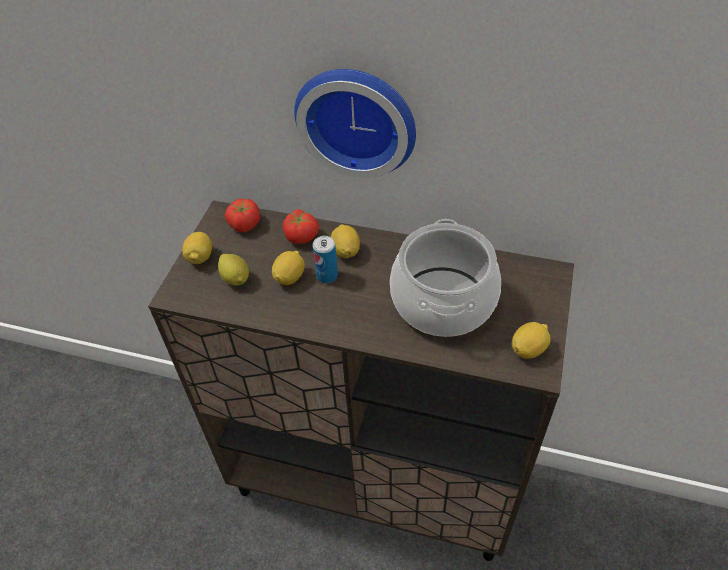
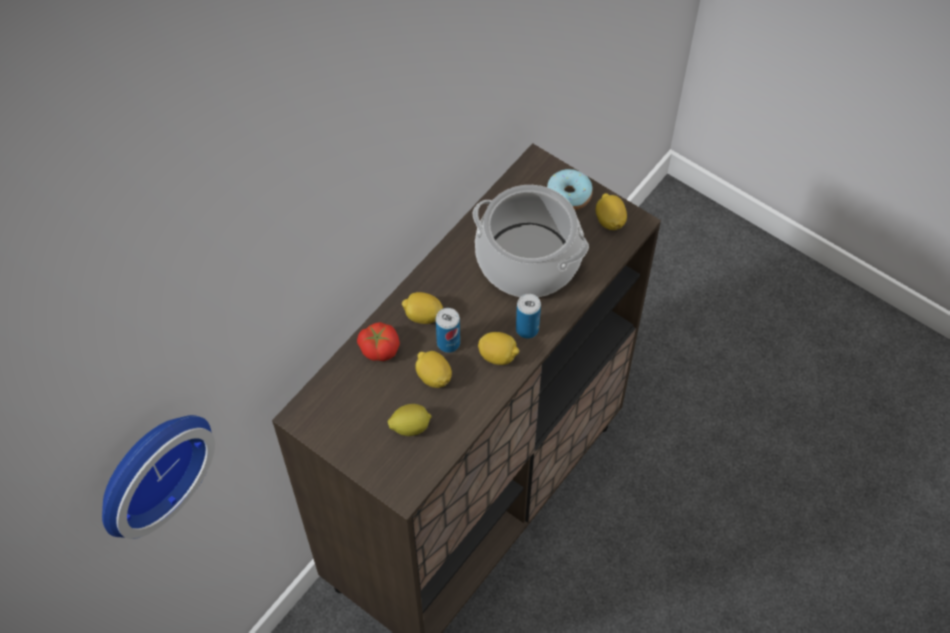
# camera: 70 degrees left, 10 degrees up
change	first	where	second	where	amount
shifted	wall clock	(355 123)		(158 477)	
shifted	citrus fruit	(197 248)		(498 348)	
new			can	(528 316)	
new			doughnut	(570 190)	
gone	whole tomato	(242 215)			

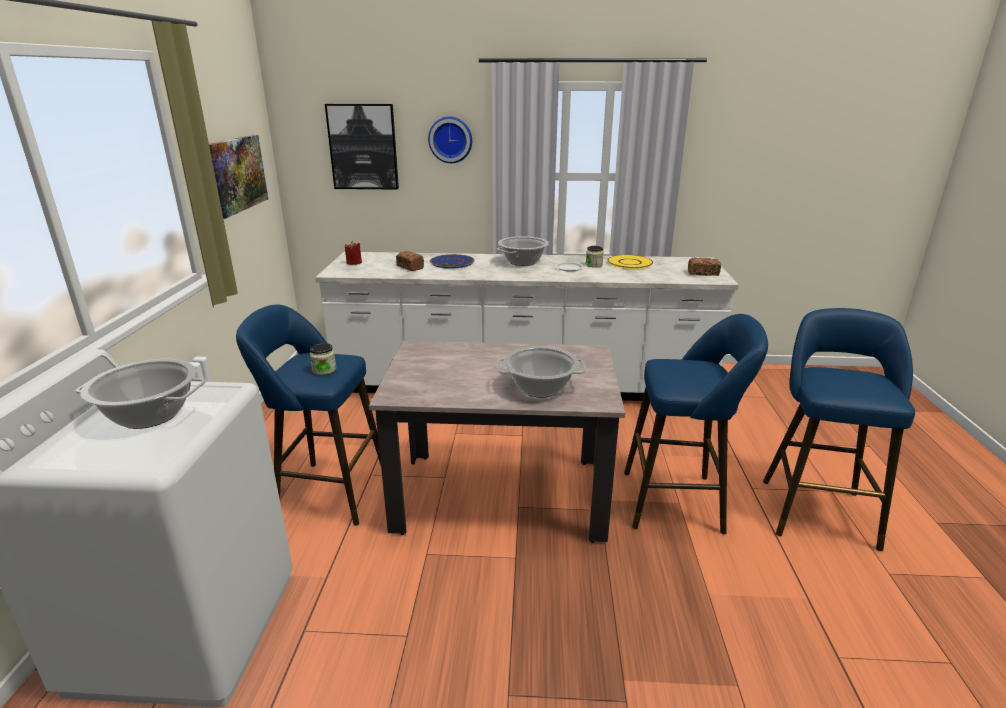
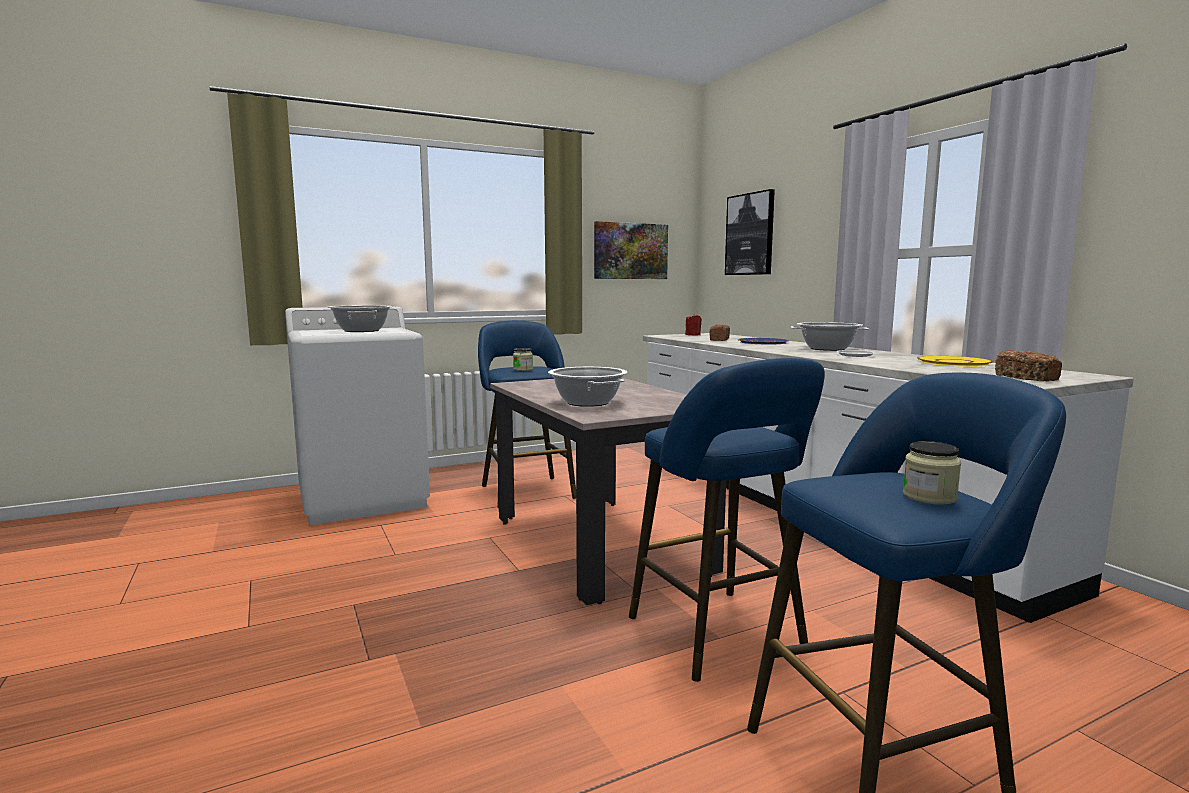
# camera: 60 degrees right, 15 degrees down
change	first	where	second	where	amount
shifted	preserve jar	(595 257)		(932 473)	
gone	wall clock	(450 140)			

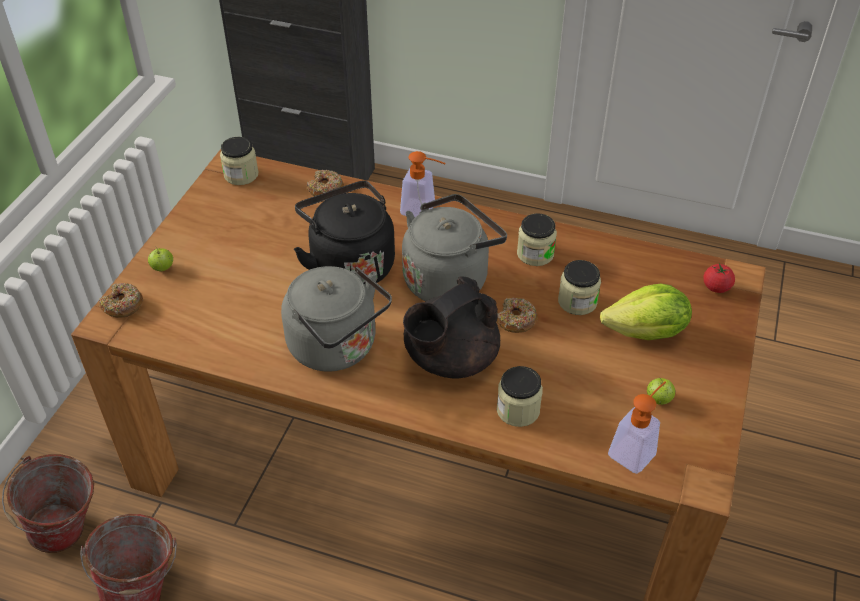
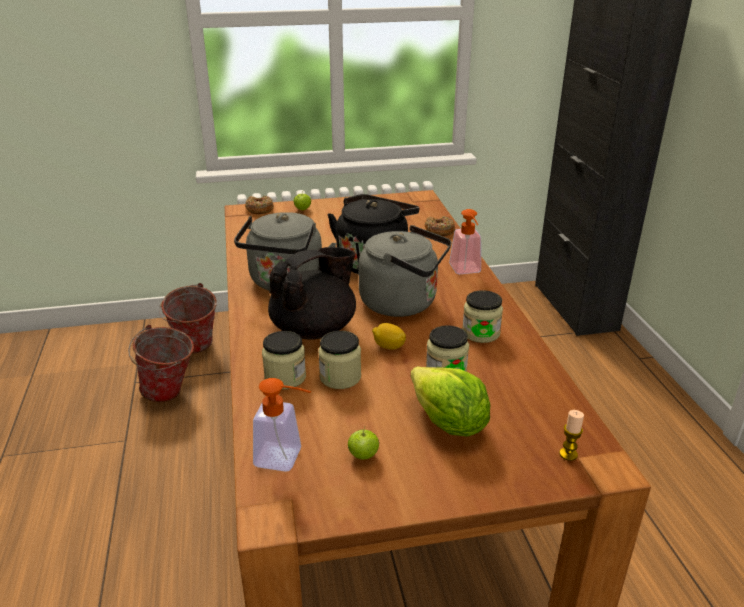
# camera: 60 degrees right, 15 degrees down
change	first	where	second	where	amount
rotated	black pot for tea	(451 327)		(312 293)	120 degrees clockwise
shifted	preserve jar	(239 161)		(339 360)	
swapped	doughnut	(517 315)	citrus fruit	(389 336)	
swapped	whole tomato	(719 278)	wax light	(572 435)	

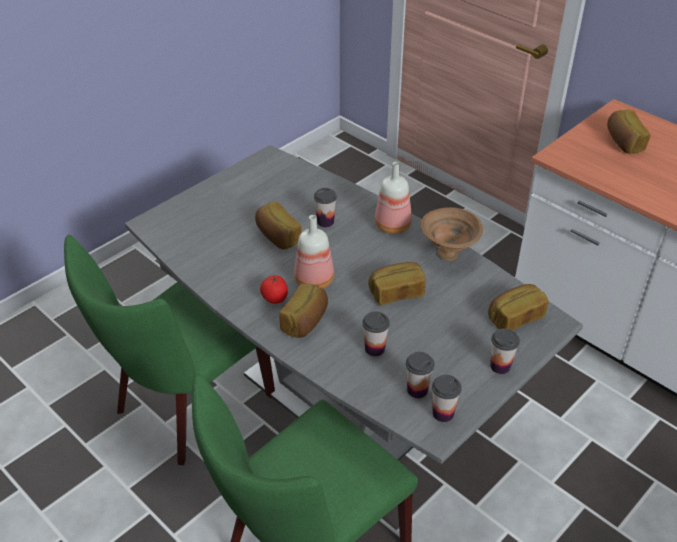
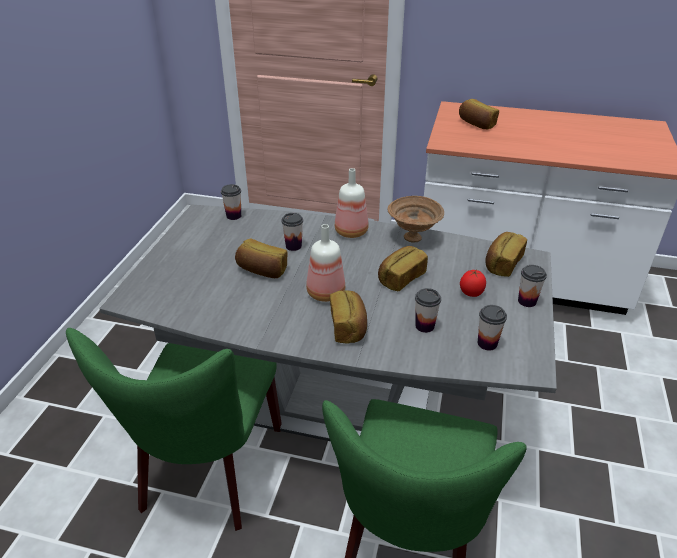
# camera: 30 degrees left, 5 degrees down
change	first	where	second	where	amount
shifted	drinking cup	(447 398)		(231 202)	
shifted	whole tomato	(274 289)		(473 283)	

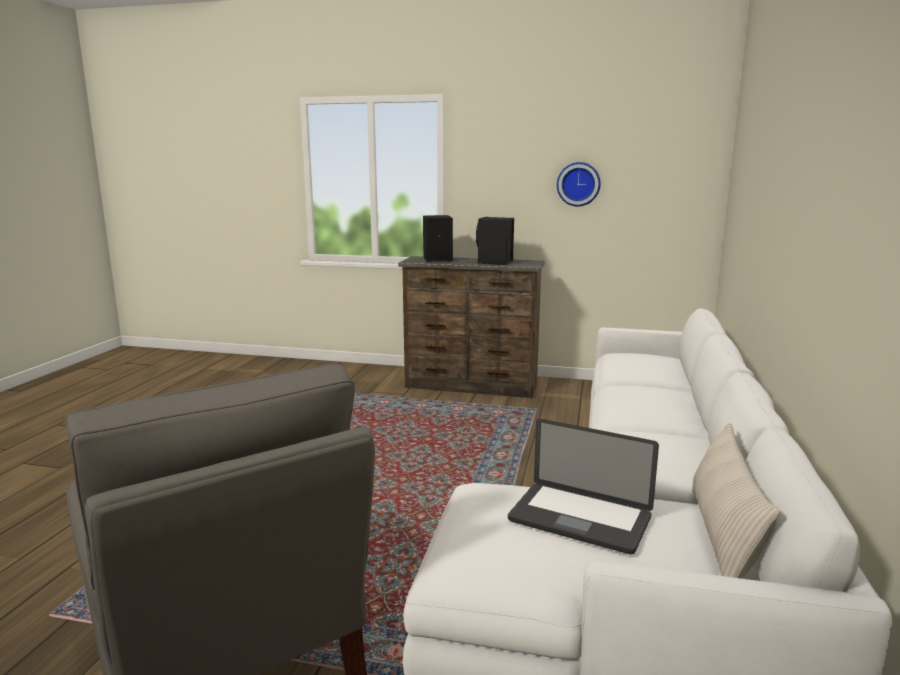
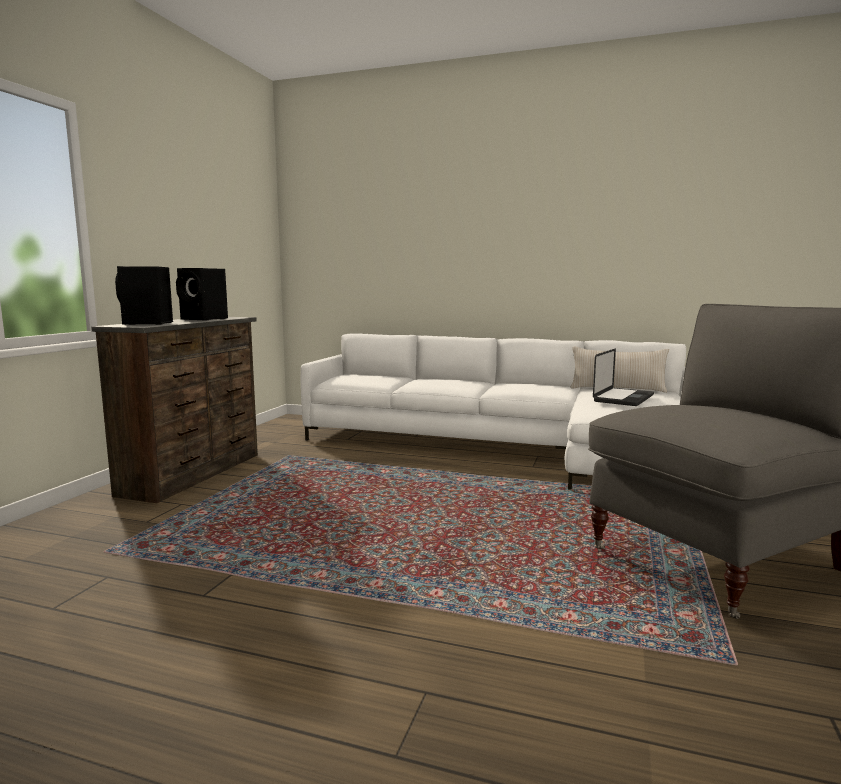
# camera: 85 degrees left, 5 degrees down
change	first	where	second	where	amount
gone	wall clock	(579 184)			

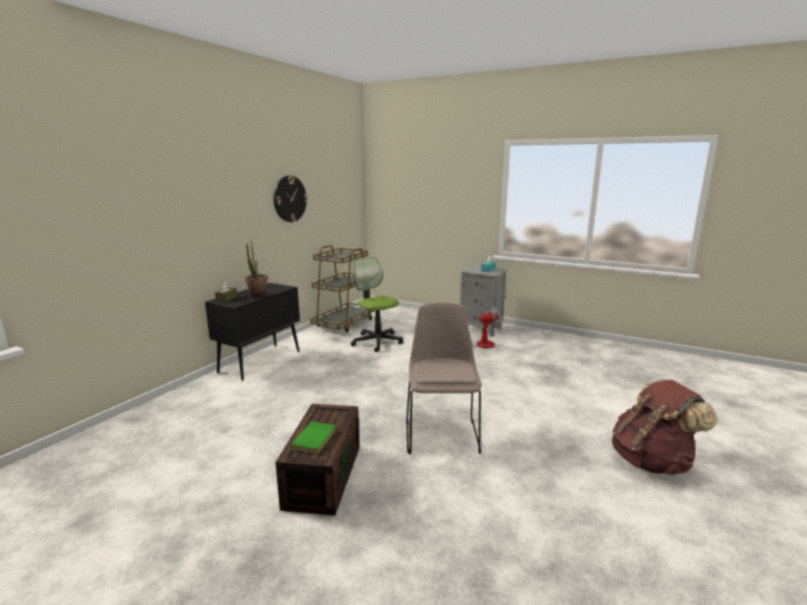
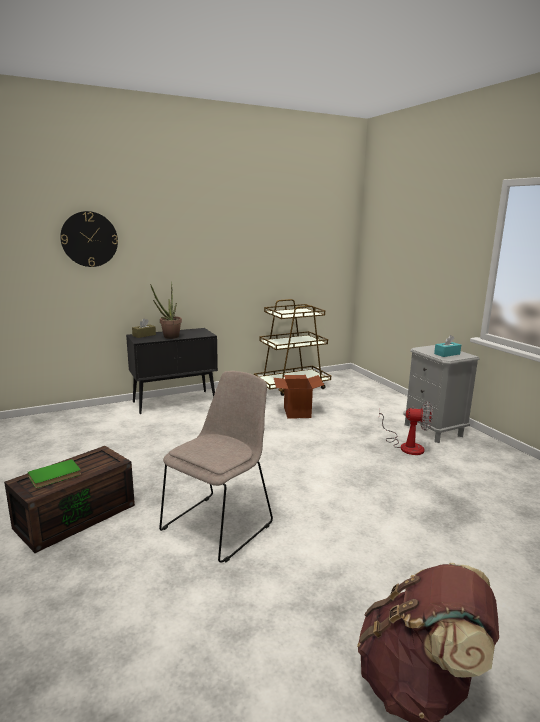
# camera: 35 degrees right, 0 degrees up
change	first	where	second	where	amount
shifted	wall clock	(291 199)		(89 239)	
swapped	computer chair	(377 304)	cardboard box	(299 397)	

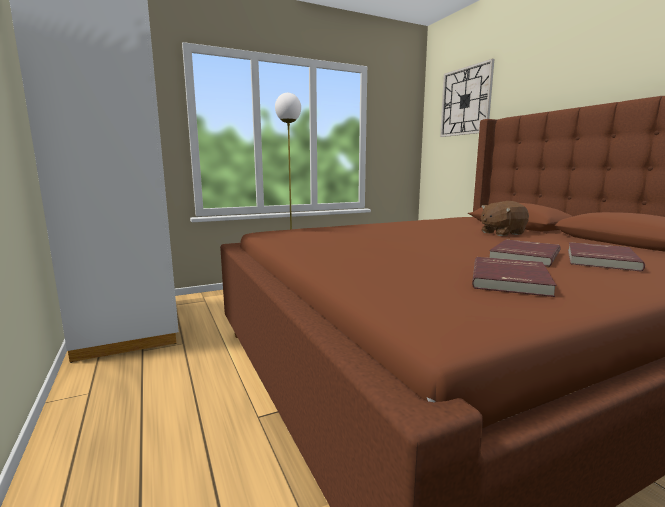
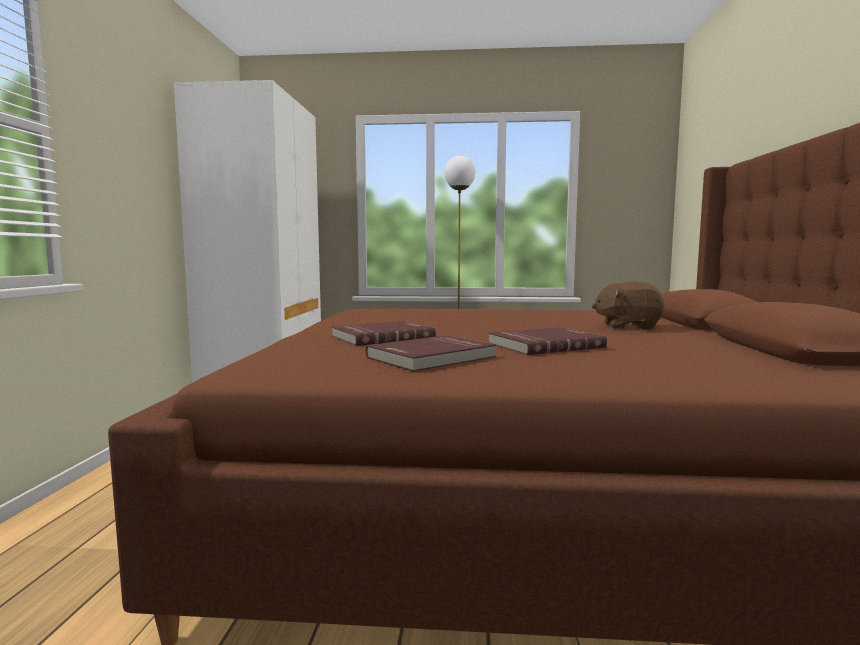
# camera: 30 degrees right, 5 degrees down
change	first	where	second	where	amount
shifted	red-coloured volume	(606 257)		(384 333)	
gone	wall clock	(467 98)			

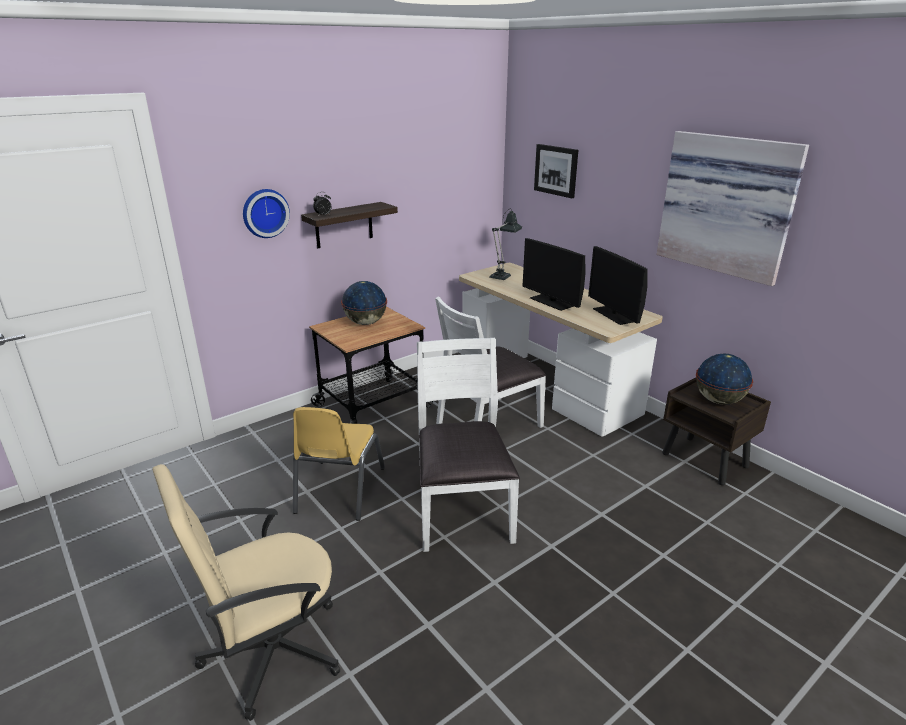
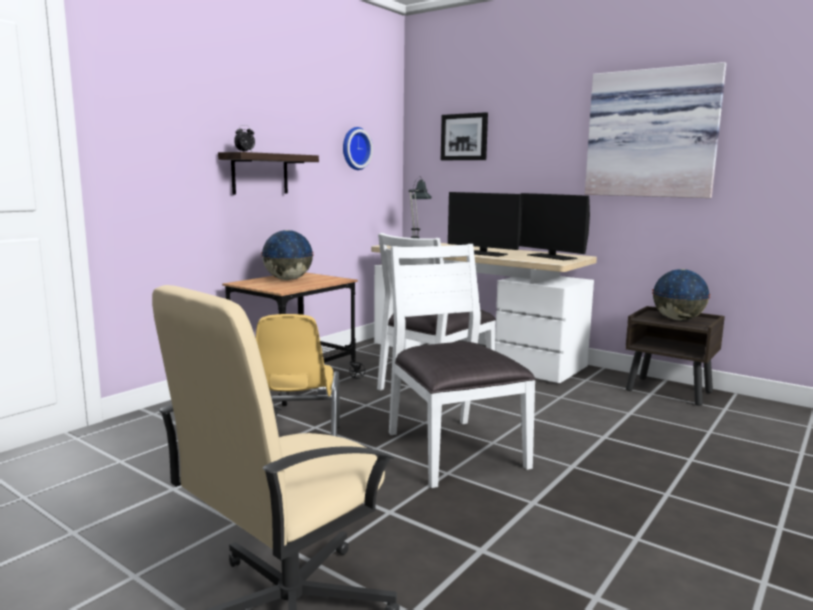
# camera: 15 degrees left, 15 degrees down
change	first	where	second	where	amount
shifted	wall clock	(266 213)		(358 148)	

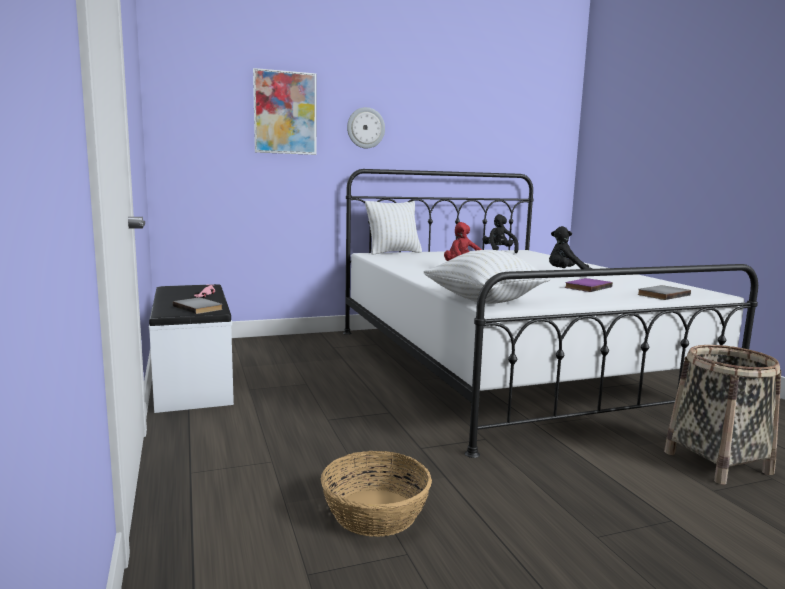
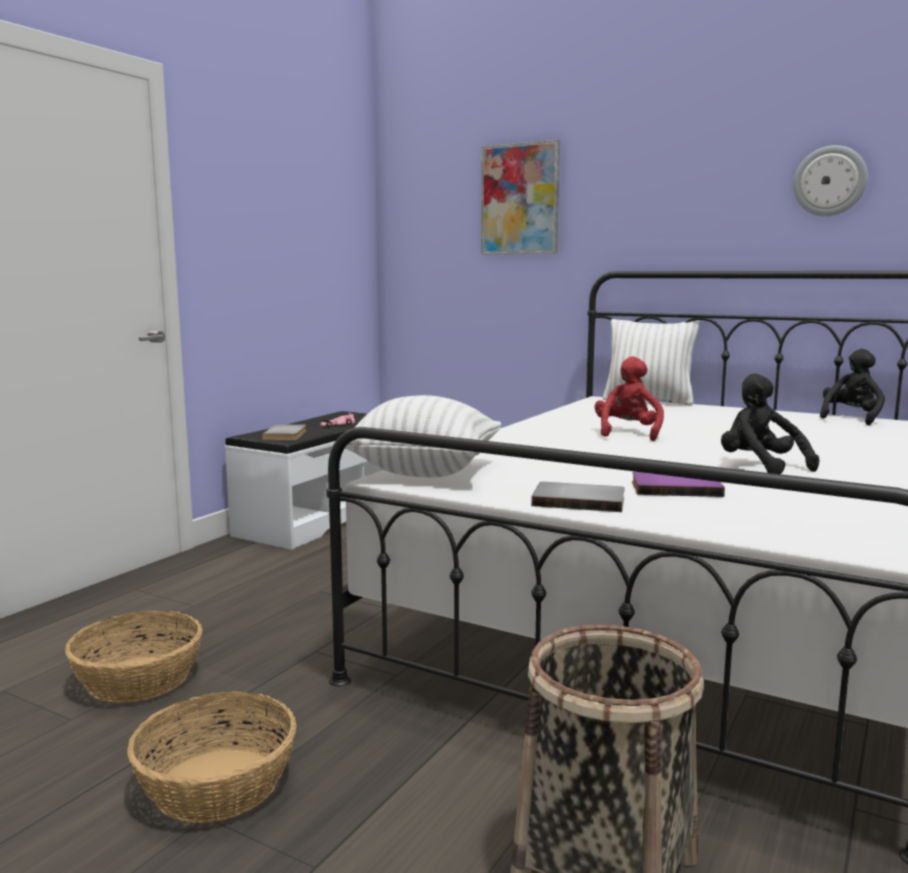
# camera: 50 degrees right, 0 degrees up
change	first	where	second	where	amount
new			storage basket	(211 757)	
shifted	gray volume	(664 292)		(578 497)	
shifted	wall clock	(366 127)		(830 180)	

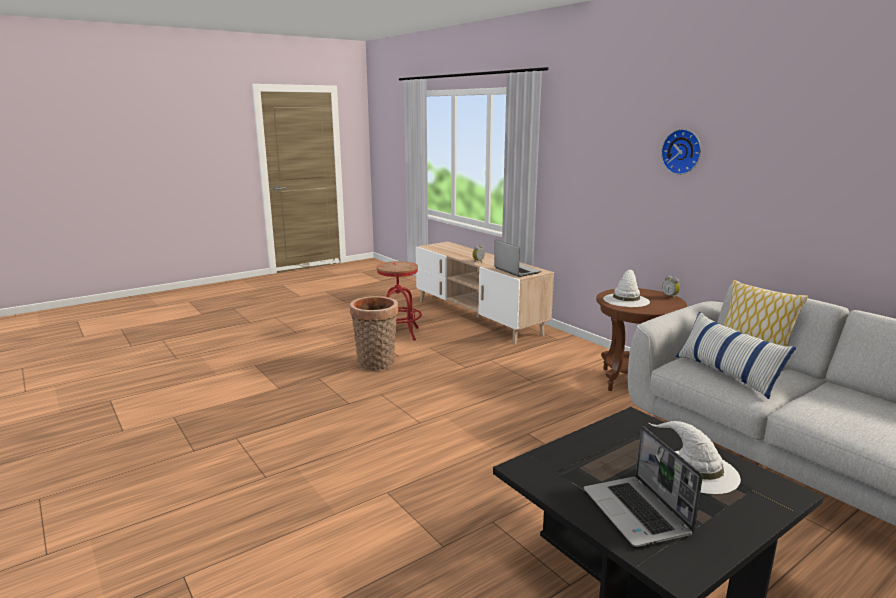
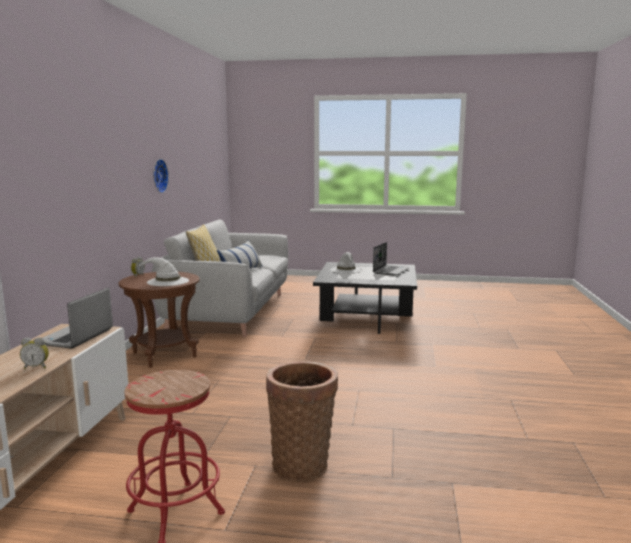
# camera: 135 degrees left, 5 degrees down
change	first	where	second	where	amount
shifted	wall clock	(681 152)		(161 176)	

